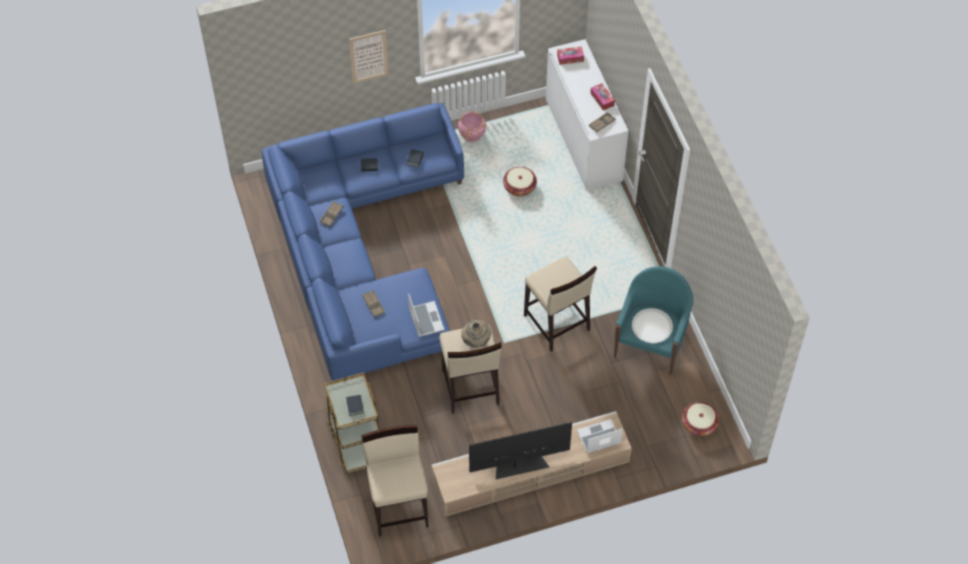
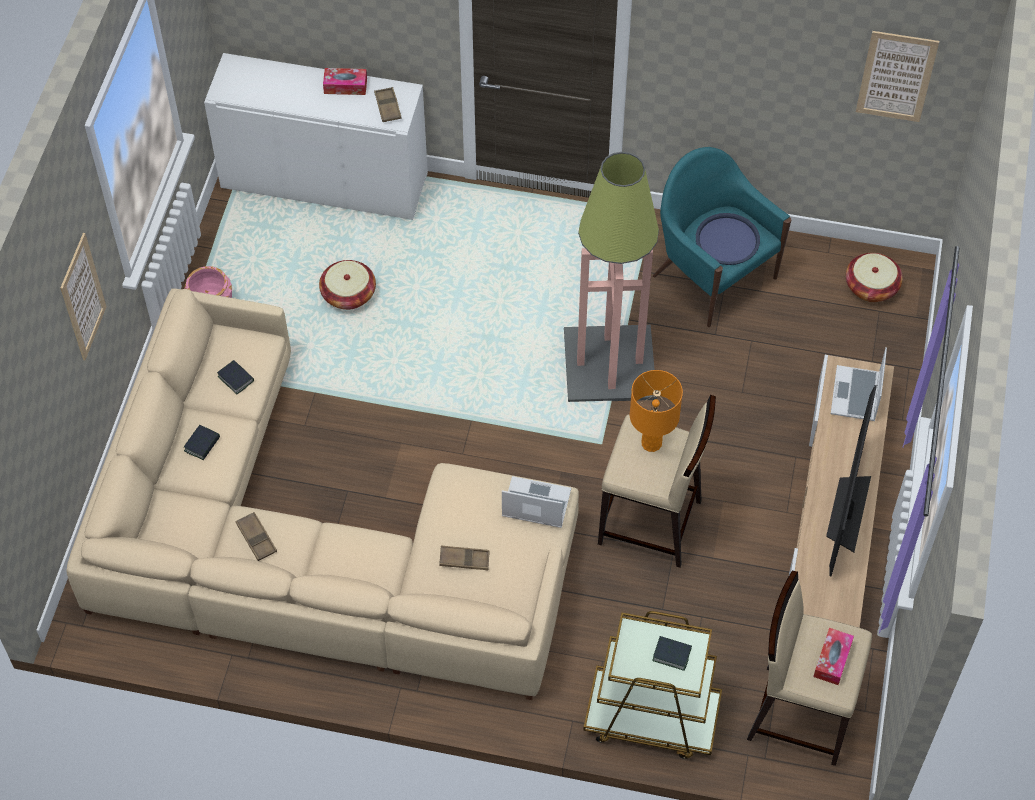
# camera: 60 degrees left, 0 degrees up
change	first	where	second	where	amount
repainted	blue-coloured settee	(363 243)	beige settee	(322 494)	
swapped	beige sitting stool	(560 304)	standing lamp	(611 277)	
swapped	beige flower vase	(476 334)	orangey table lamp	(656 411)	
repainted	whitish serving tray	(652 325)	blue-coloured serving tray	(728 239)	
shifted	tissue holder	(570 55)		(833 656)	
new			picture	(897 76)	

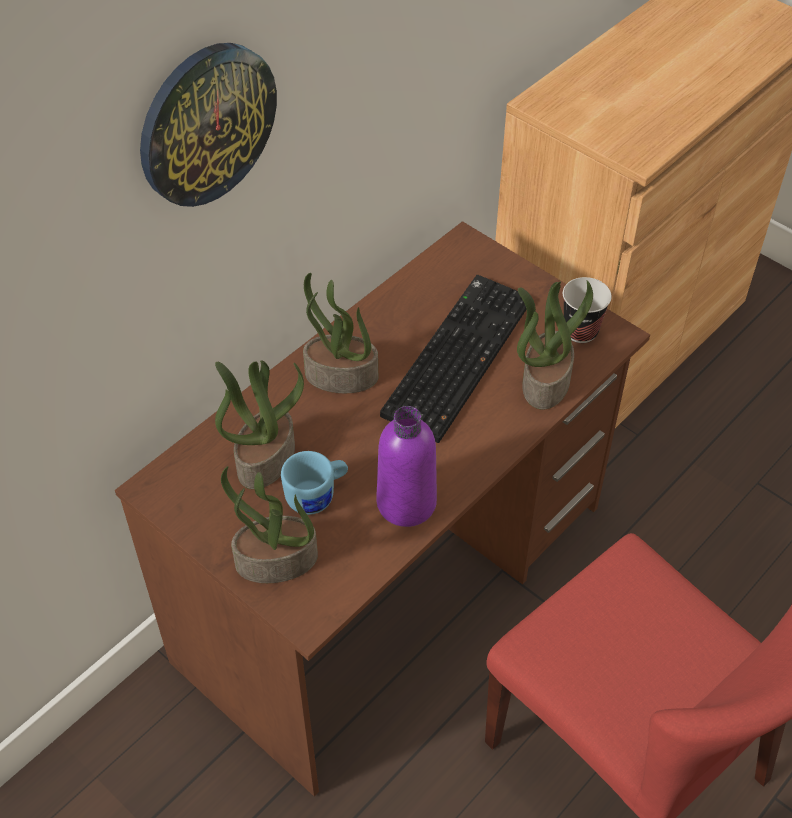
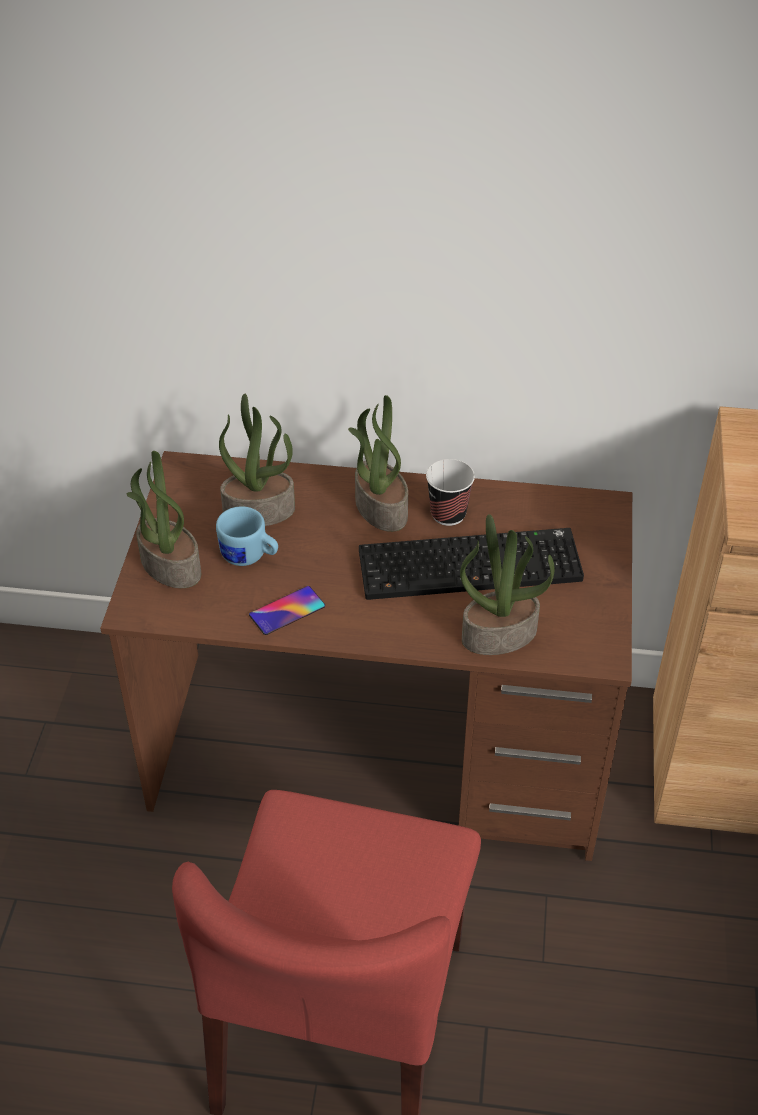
# camera: 55 degrees right, 5 degrees down
change	first	where	second	where	amount
swapped	purple drink bottle	(407 466)	telephone	(287 610)	
shifted	drinking cup	(587 310)		(450 492)	
gone	wall clock	(208 125)			

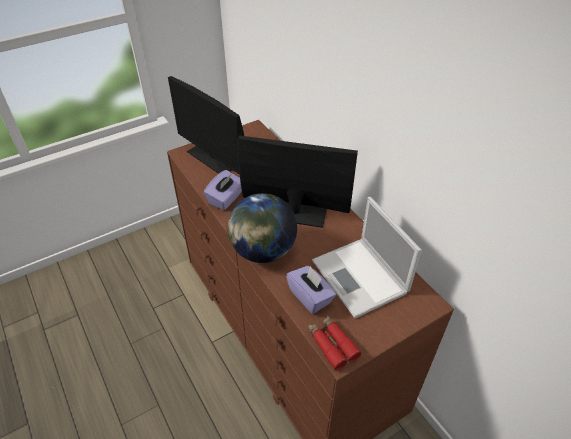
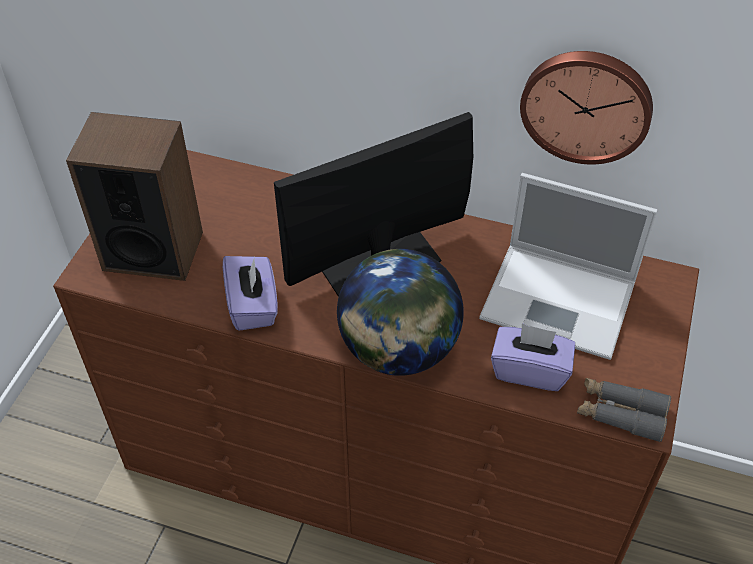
# camera: 40 degrees left, 5 degrees up
change	first	where	second	where	amount
swapped	computer screen	(206 125)	audio speaker	(134 196)	
new			wall clock	(586 108)	
repainted	red-coloured binoculars	(334 343)	gray binoculars	(624 410)	

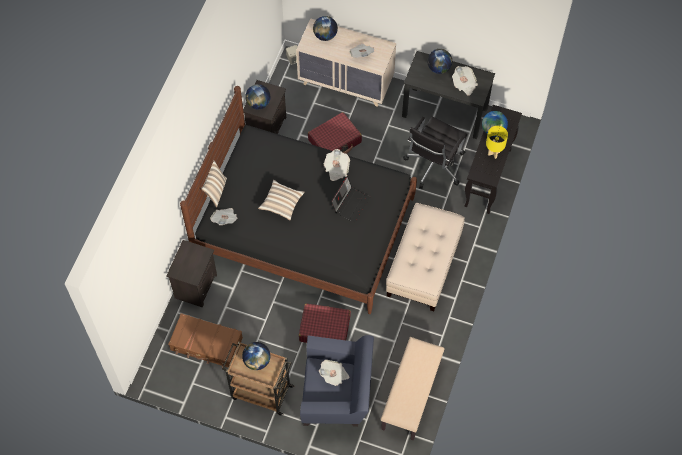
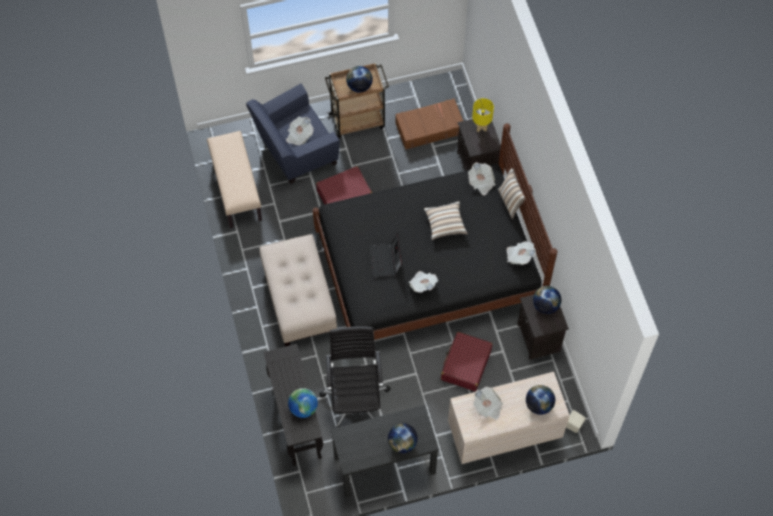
# camera: 145 degrees right, 0 degrees up
change	first	where	second	where	amount
shifted	yellow table lamp	(497 142)		(483 115)	
shifted	daily paper	(465 81)		(521 253)	

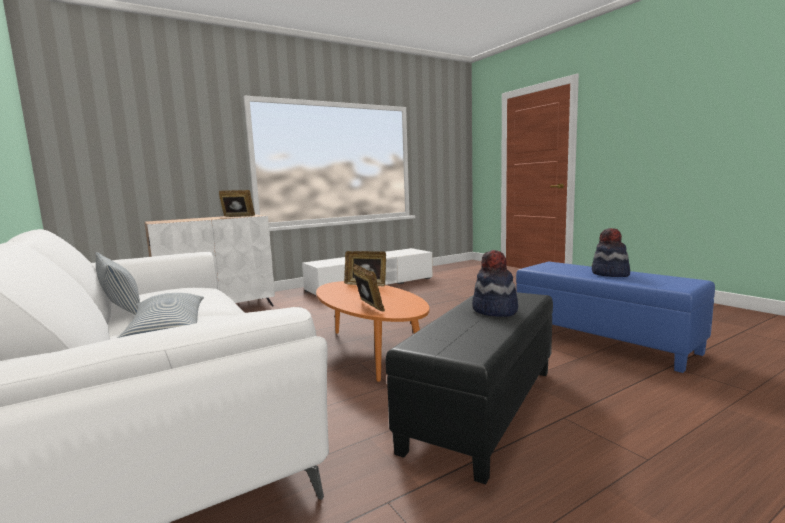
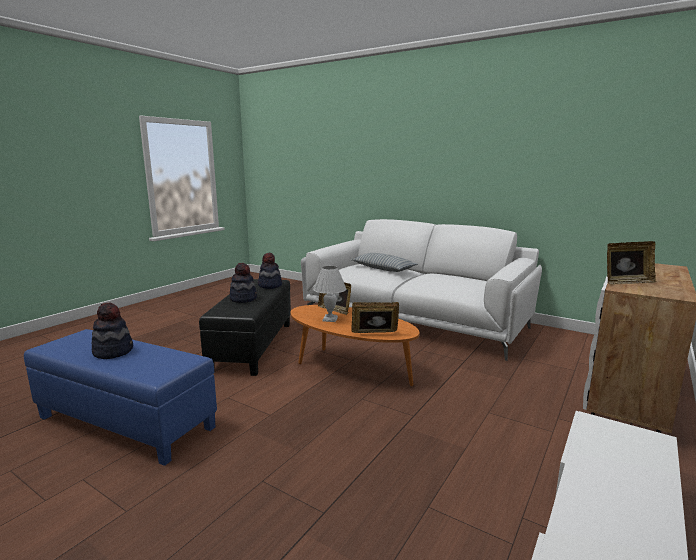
# camera: 155 degrees right, 5 degrees up
change	first	where	second	where	amount
new			clothing hat	(270 271)	
new			whitish table lamp	(329 294)	
gone	throw pillow	(118 283)			

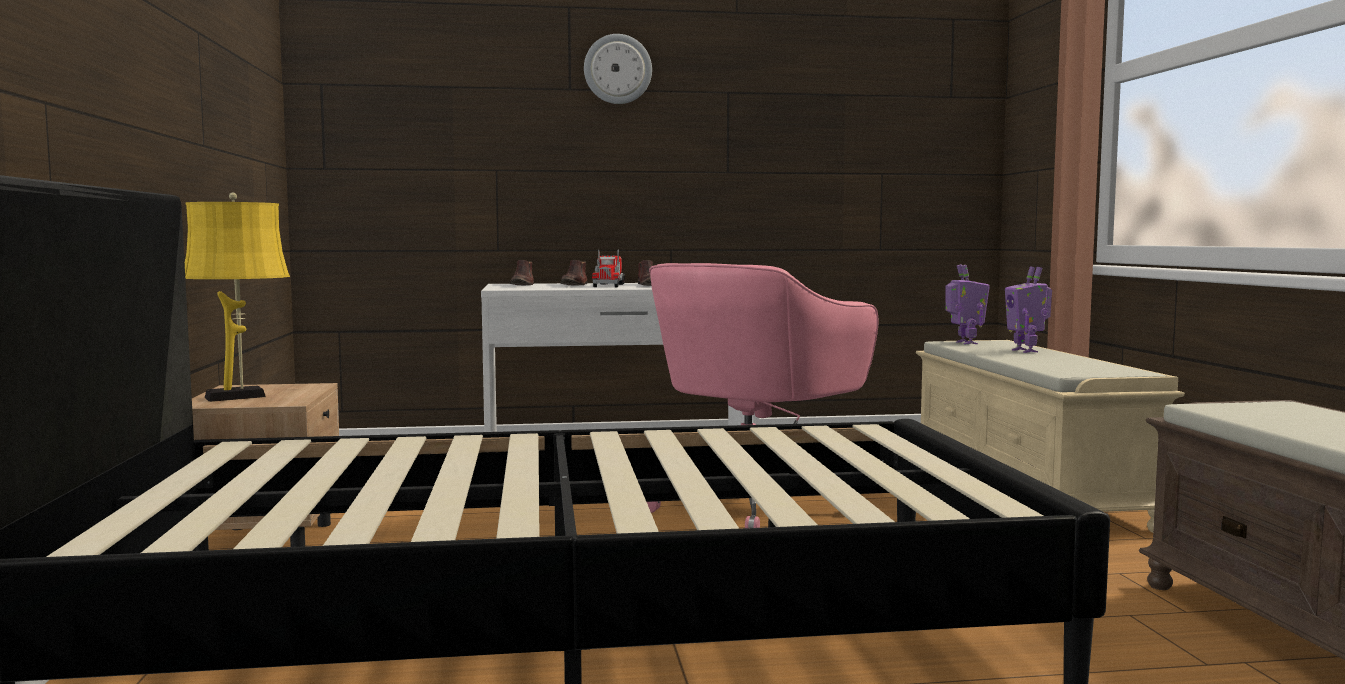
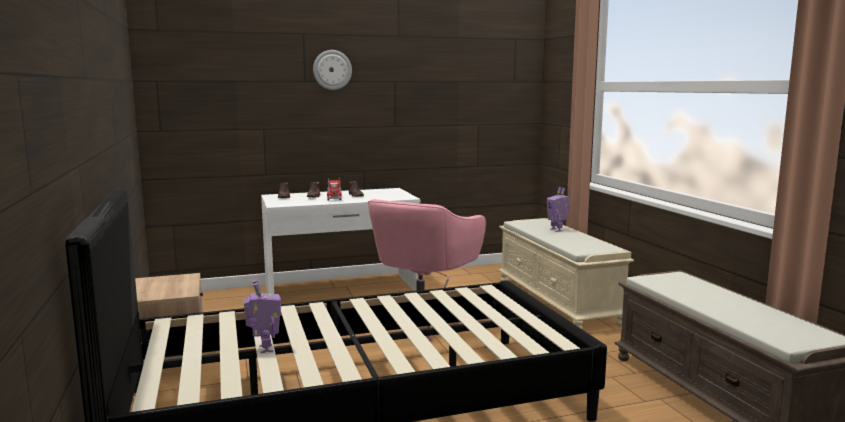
# camera: 10 degrees left, 5 degrees up
change	first	where	second	where	amount
shifted	toy robot	(967 304)		(262 316)	
gone	yellow table lamp	(237 297)			

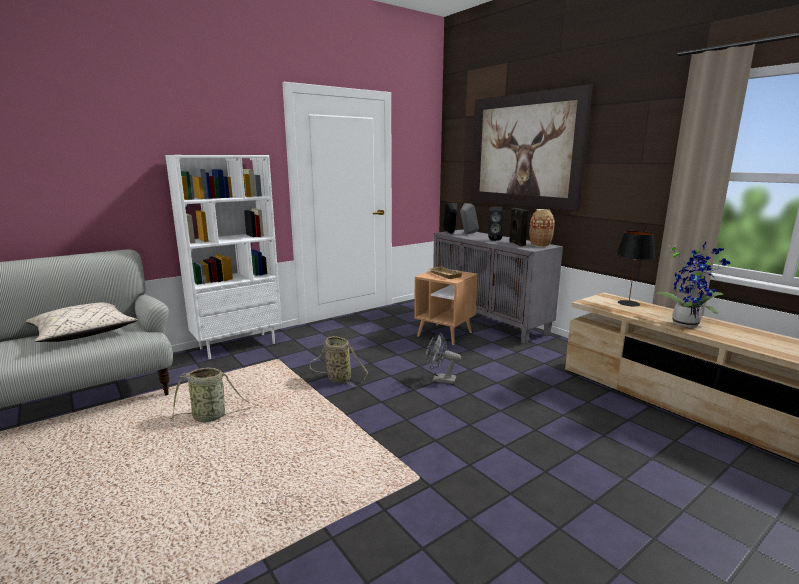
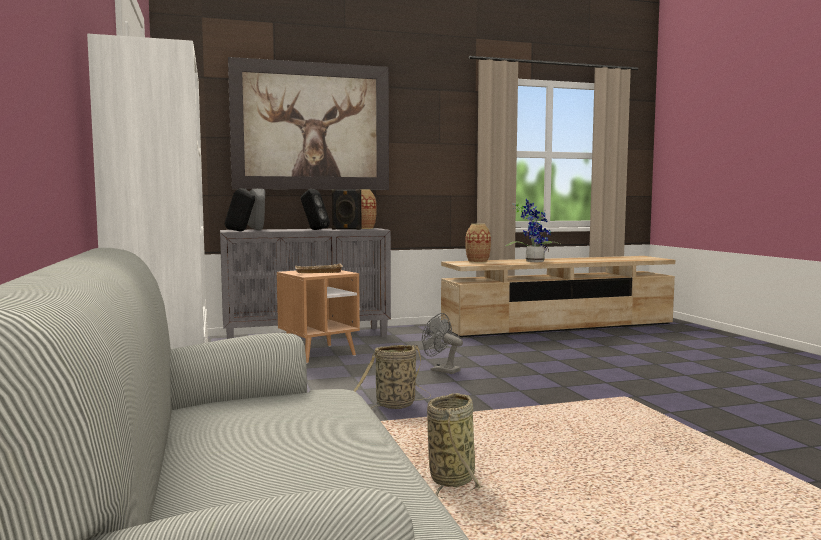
# camera: 70 degrees left, 10 degrees down
change	first	where	second	where	amount
rotated	gray cooling fan	(443 358)		(442 343)	90 degrees clockwise
swapped	black table lamp	(635 269)	flower vase	(478 243)	
gone	beige throw pillow	(81 322)			

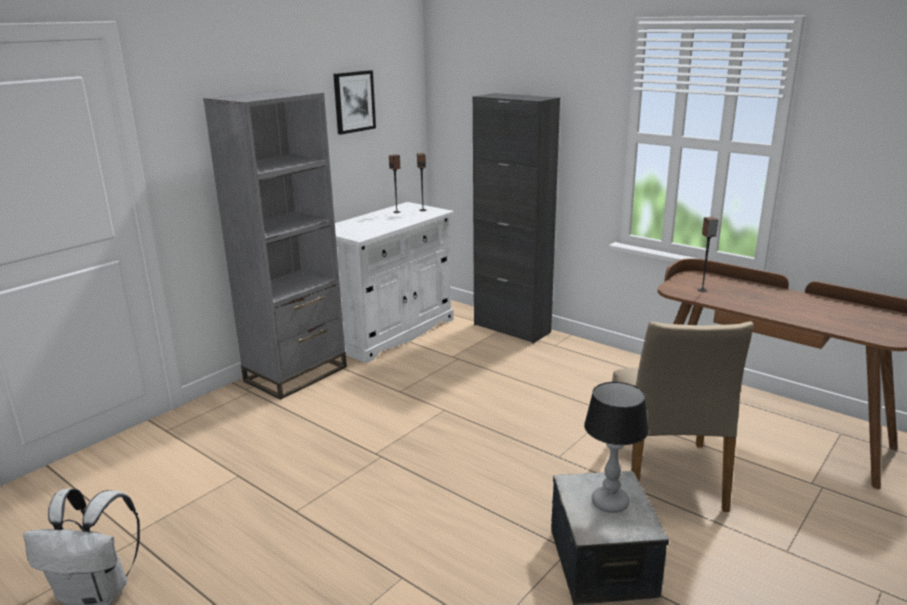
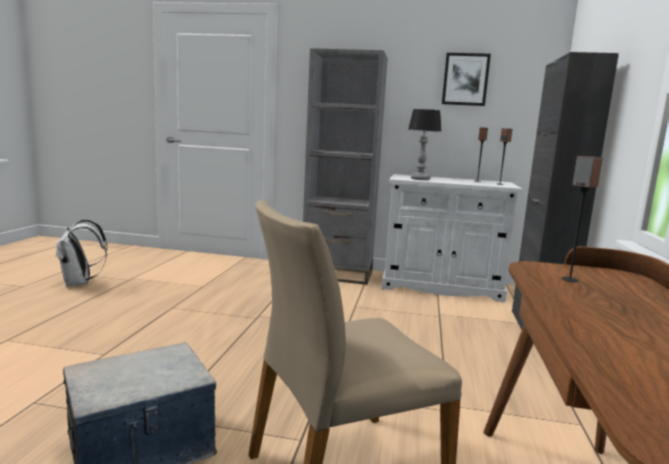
# camera: 60 degrees right, 10 degrees down
change	first	where	second	where	amount
shifted	table lamp	(616 447)		(425 144)	

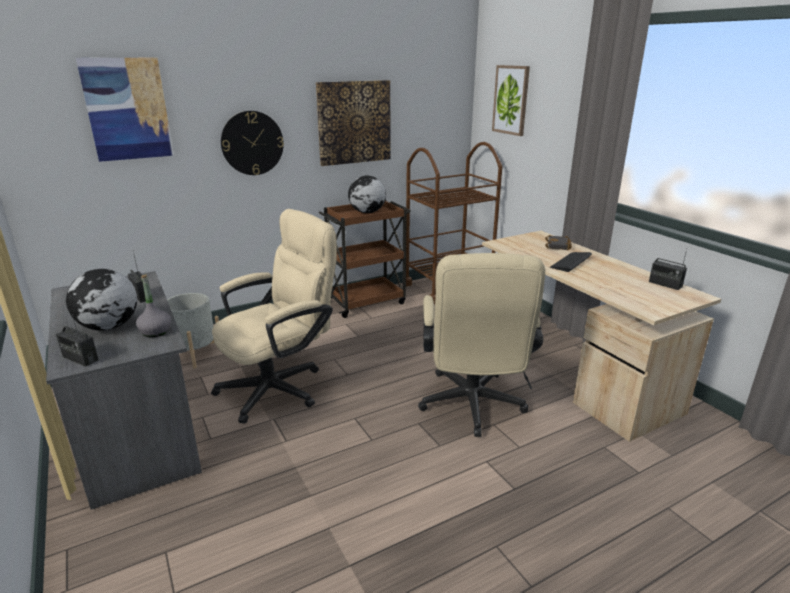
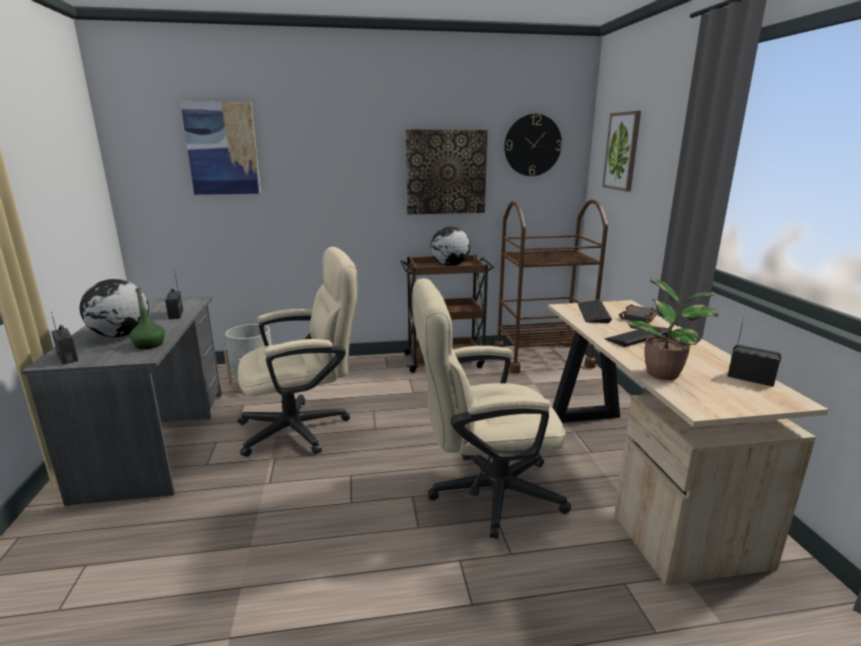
# camera: 20 degrees right, 5 degrees down
change	first	where	second	where	amount
repainted	gray drink bottle	(153 306)	greenish drink bottle	(147 318)	
rotated	beige computer chair	(481 345)		(491 408)	60 degrees clockwise
shifted	wall clock	(252 143)		(533 145)	
new			keyboard	(595 311)	
new			plant in a pot	(672 329)	
rotated	radio set	(668 270)		(754 352)	150 degrees clockwise

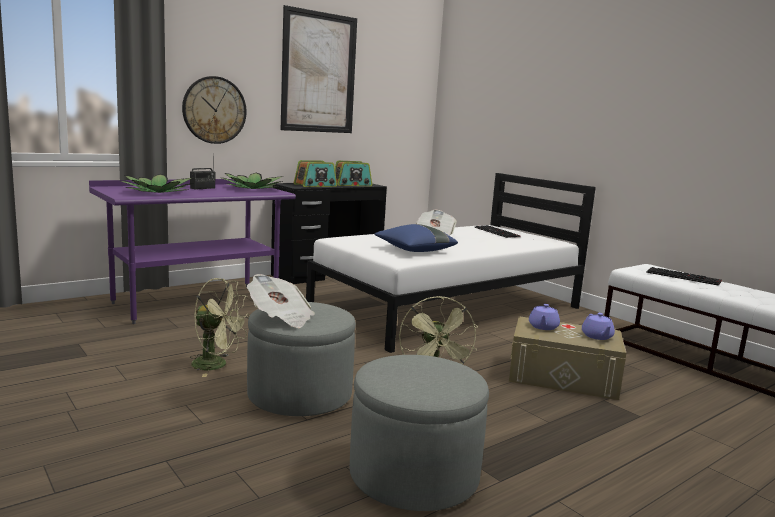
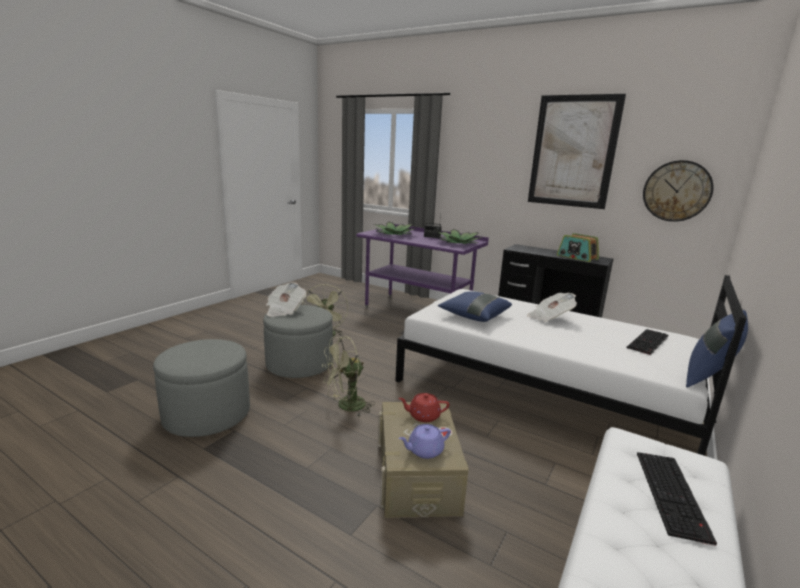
# camera: 70 degrees right, 5 degrees up
change	first	where	second	where	amount
repainted	purple pot for tea	(544 317)	red-coloured pot for tea	(423 407)	
shifted	wall clock	(214 110)		(678 191)	
new			blue-coloured throw pillow	(717 349)	
gone	radio set	(315 173)			

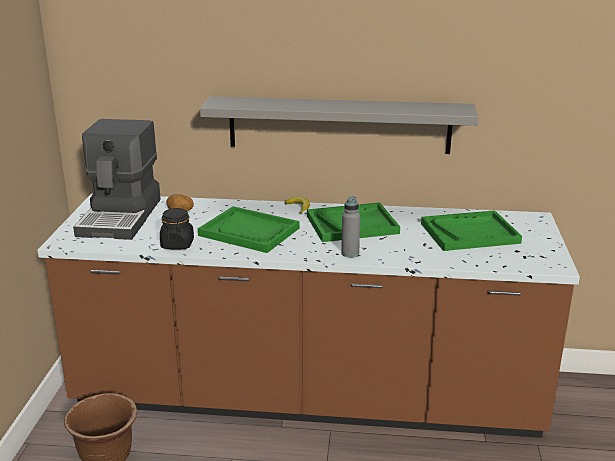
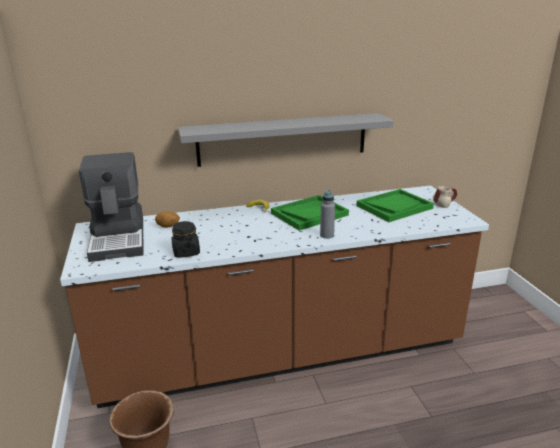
# camera: 20 degrees left, 0 degrees up
change	first	where	second	where	amount
new			mug	(445 197)	
gone	greenish serving tray	(249 229)			

